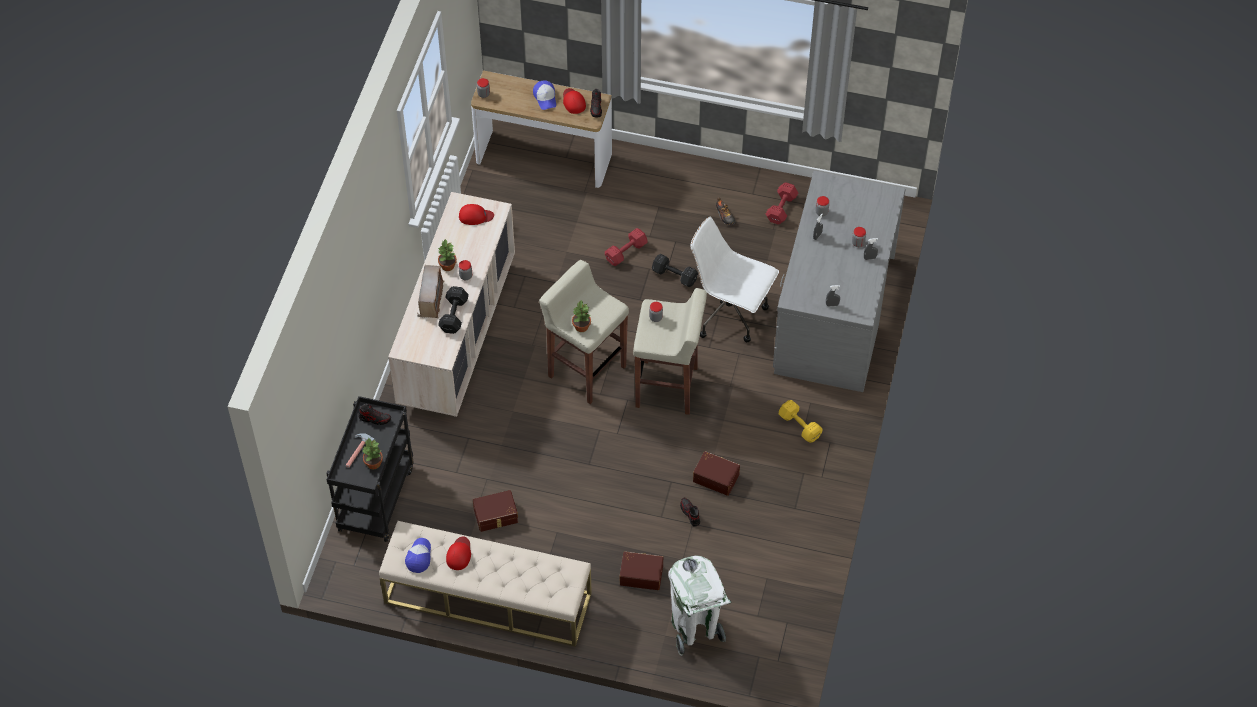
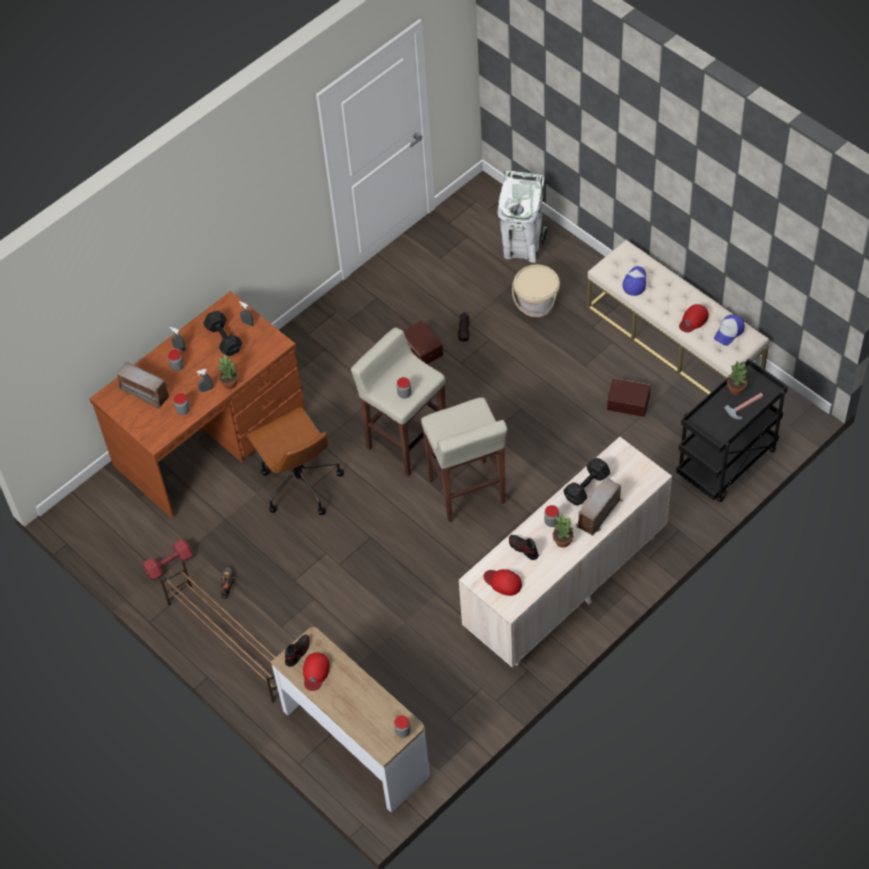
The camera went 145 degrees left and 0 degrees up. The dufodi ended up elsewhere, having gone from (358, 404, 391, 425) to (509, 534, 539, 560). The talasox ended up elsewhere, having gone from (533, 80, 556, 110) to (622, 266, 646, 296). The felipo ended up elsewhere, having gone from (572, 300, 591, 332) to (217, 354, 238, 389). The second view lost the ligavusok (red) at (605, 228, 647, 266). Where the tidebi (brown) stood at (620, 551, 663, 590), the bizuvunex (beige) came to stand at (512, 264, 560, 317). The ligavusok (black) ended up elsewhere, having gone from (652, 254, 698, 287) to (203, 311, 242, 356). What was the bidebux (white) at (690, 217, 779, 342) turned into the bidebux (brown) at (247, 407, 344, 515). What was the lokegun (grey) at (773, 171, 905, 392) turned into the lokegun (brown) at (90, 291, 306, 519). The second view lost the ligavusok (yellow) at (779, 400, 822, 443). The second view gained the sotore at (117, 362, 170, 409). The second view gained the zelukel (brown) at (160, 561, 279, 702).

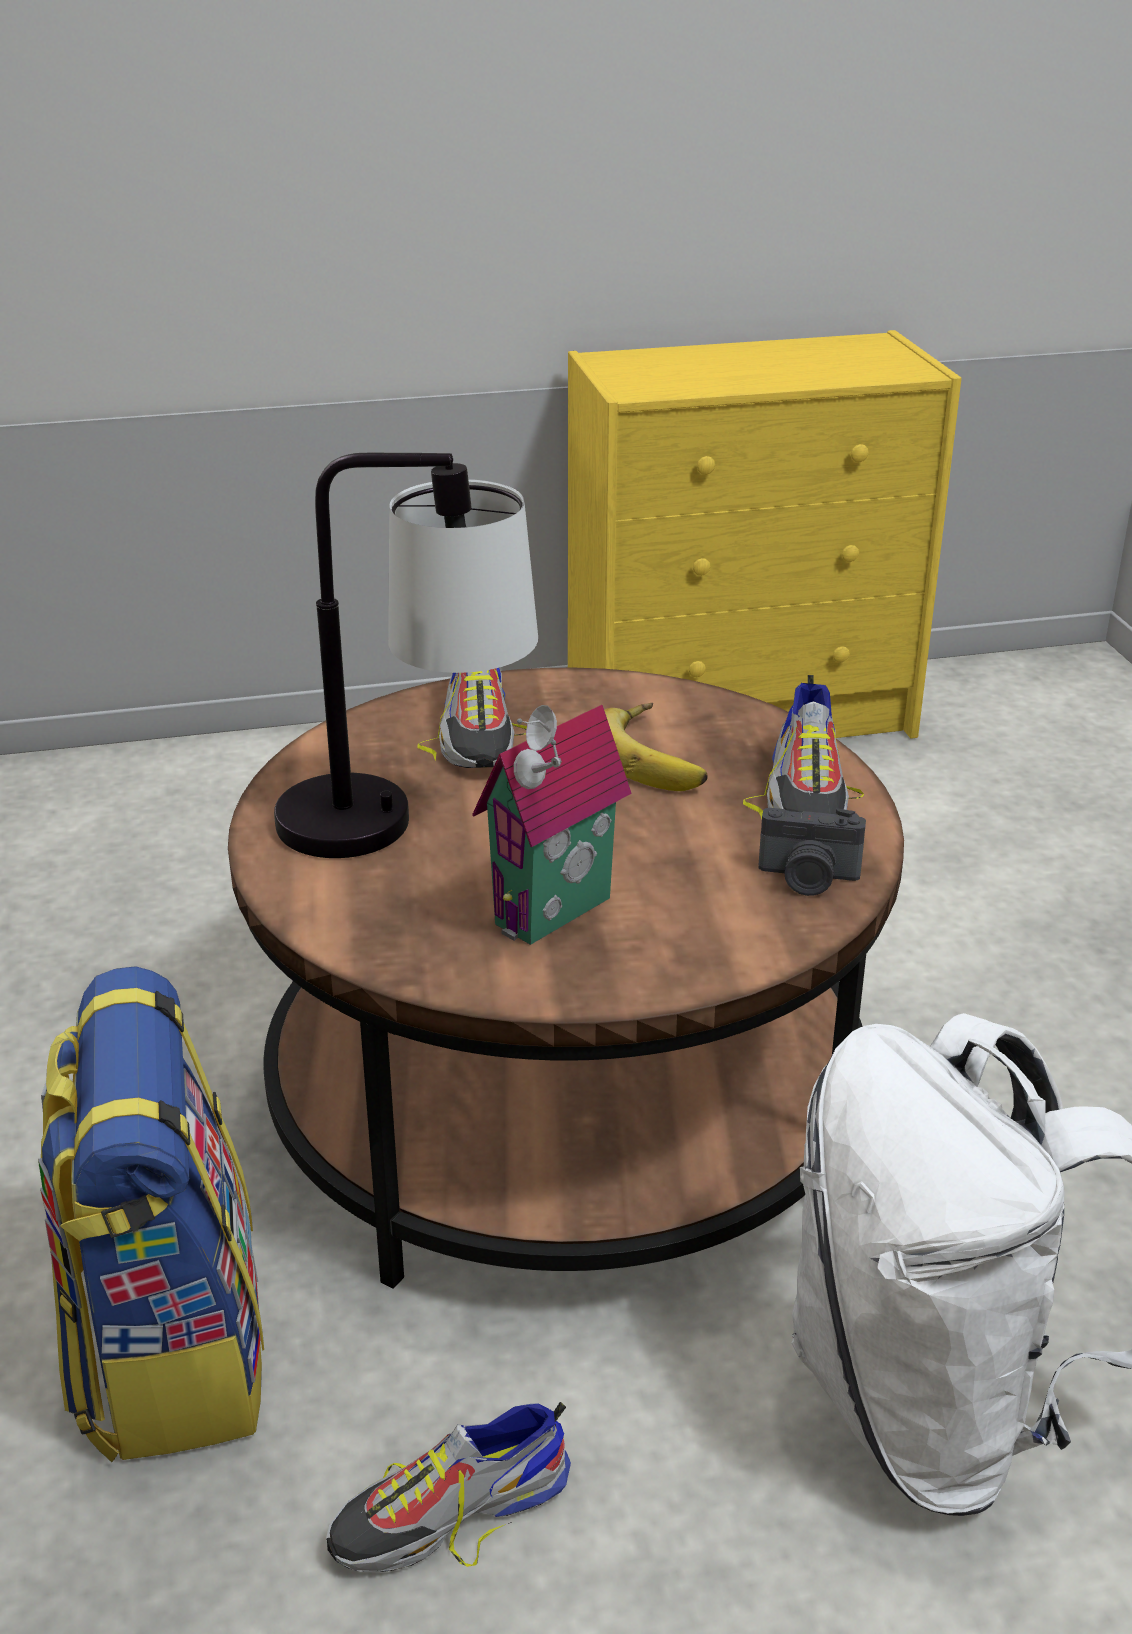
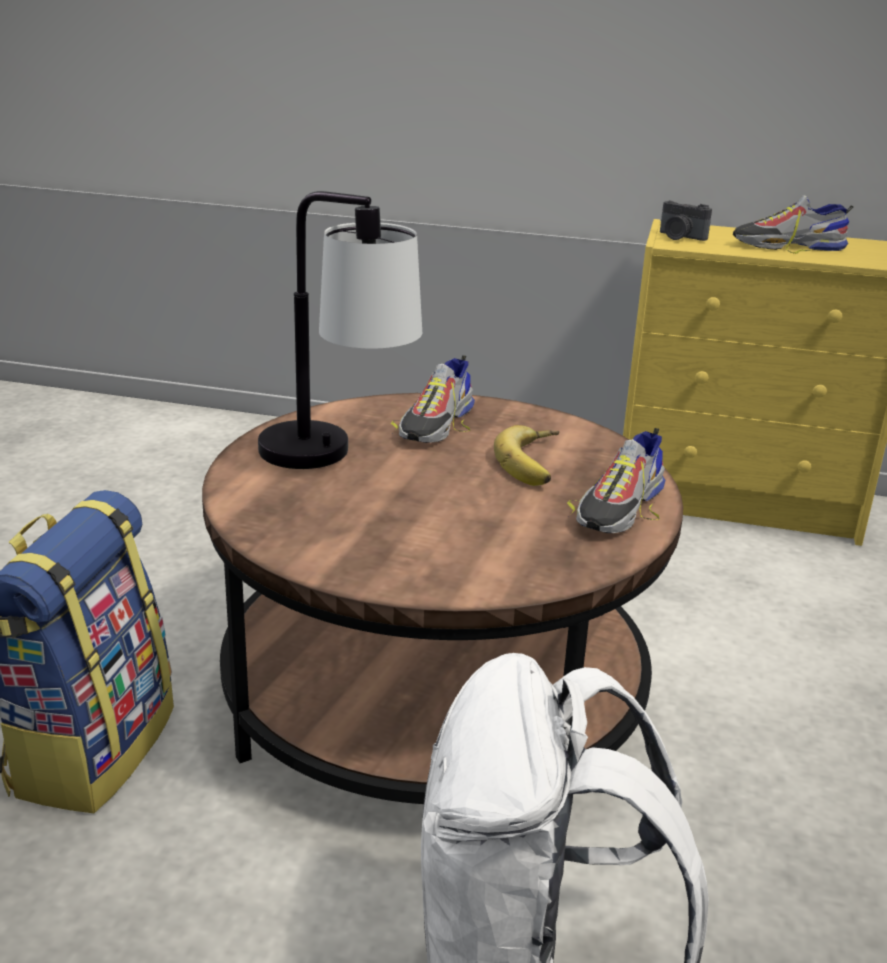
The camera went 25 degrees right and 5 degrees down. The dufodi ended up elsewhere, having gone from (326, 1402, 571, 1572) to (733, 196, 853, 254). The second view lost the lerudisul at (472, 705, 632, 945). The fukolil ended up elsewhere, having gone from (759, 808, 866, 896) to (660, 201, 712, 241).

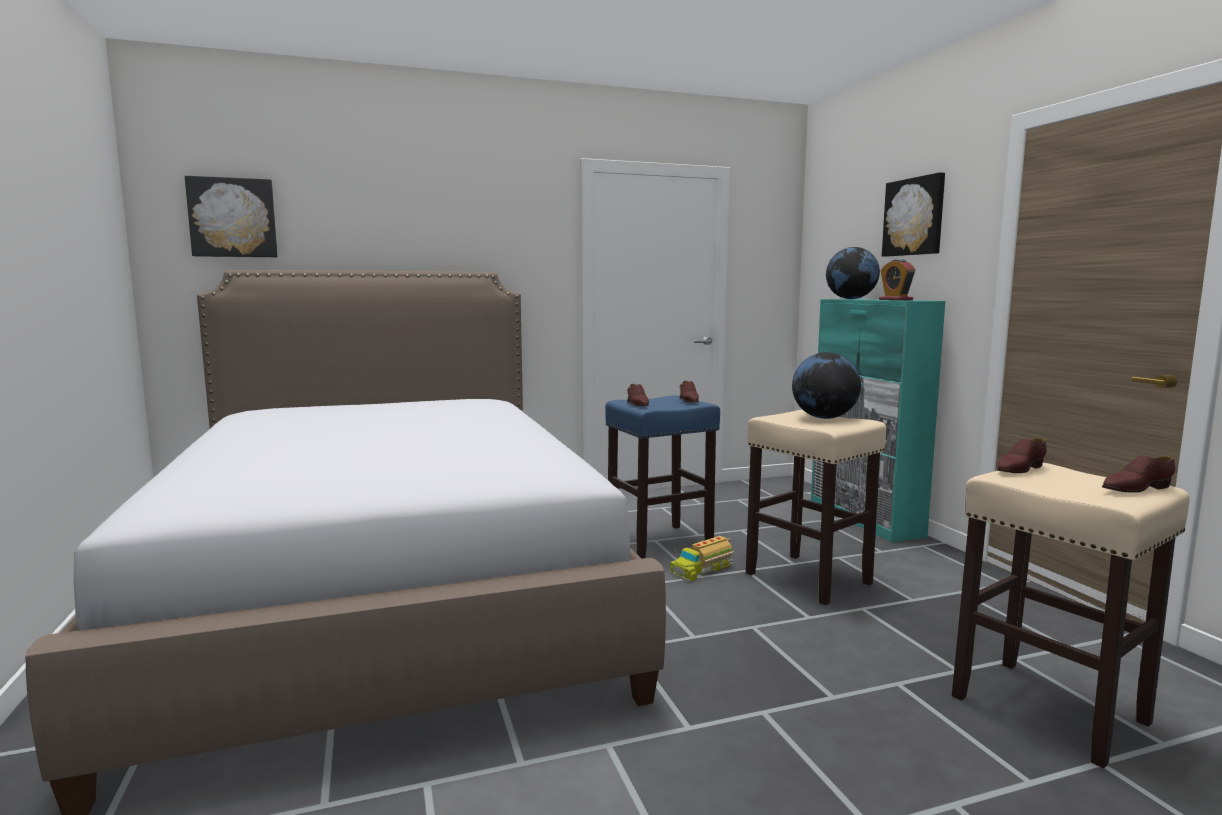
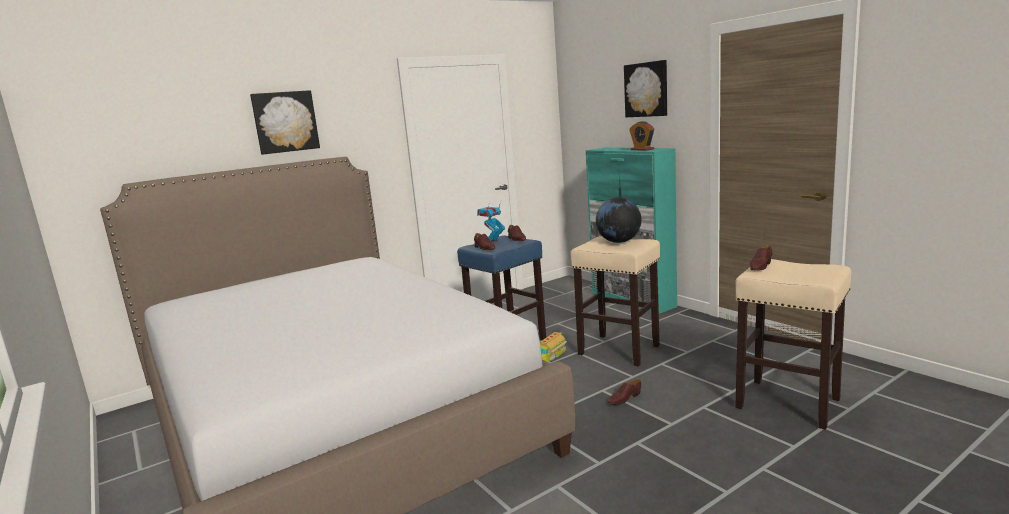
The camera went 15 degrees left and 5 degrees up. The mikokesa ended up elsewhere, having gone from (185, 176, 278, 257) to (250, 90, 320, 154). The second view lost the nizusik at (826, 247, 880, 299). The dufodi (brown) ended up elsewhere, having gone from (1102, 455, 1175, 493) to (608, 379, 641, 405). The second view gained the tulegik at (477, 202, 505, 244).

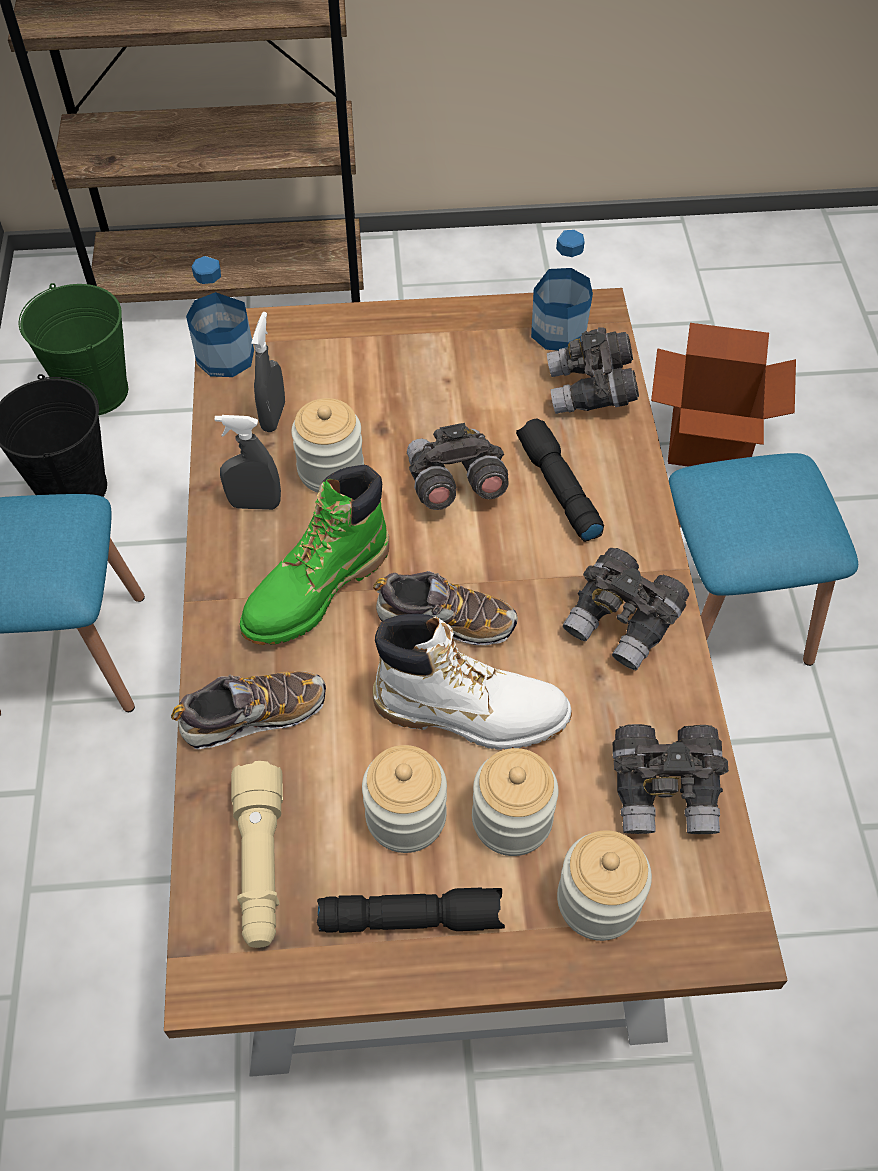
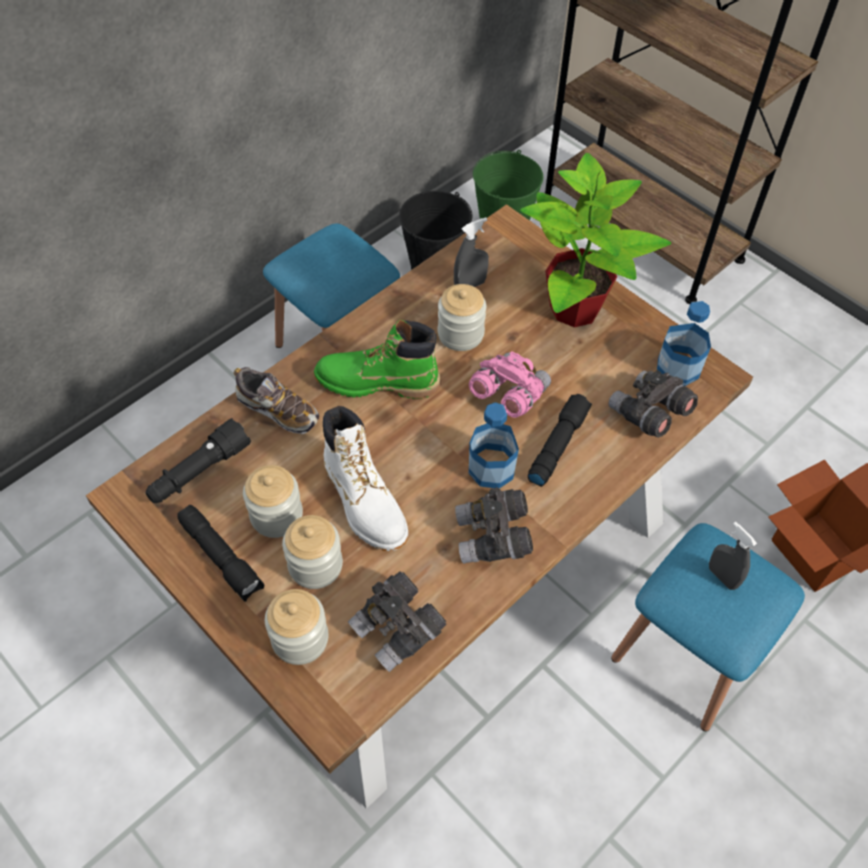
The camera went 50 degrees right and 0 degrees up. The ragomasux ended up elsewhere, having gone from (186, 256, 254, 377) to (469, 402, 519, 488). The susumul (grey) ended up elsewhere, having gone from (215, 415, 281, 510) to (709, 521, 757, 590). What was the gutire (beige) at (231, 761, 283, 948) turned into the gutire (black) at (145, 418, 251, 503). The second view lost the dufodi at (373, 571, 518, 645). What was the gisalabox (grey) at (407, 423, 509, 510) turned into the gisalabox (pink) at (469, 351, 551, 418). The second view gained the felipo at (520, 153, 671, 327).

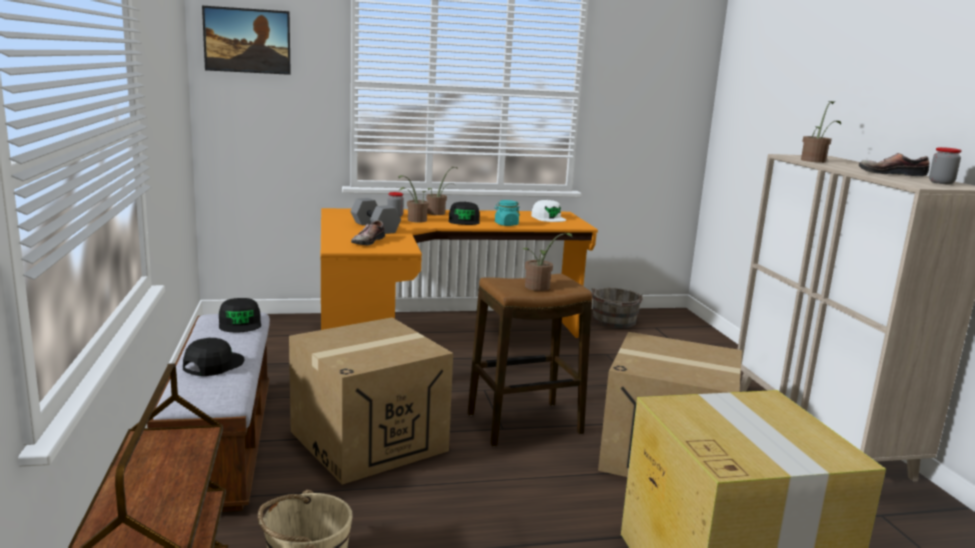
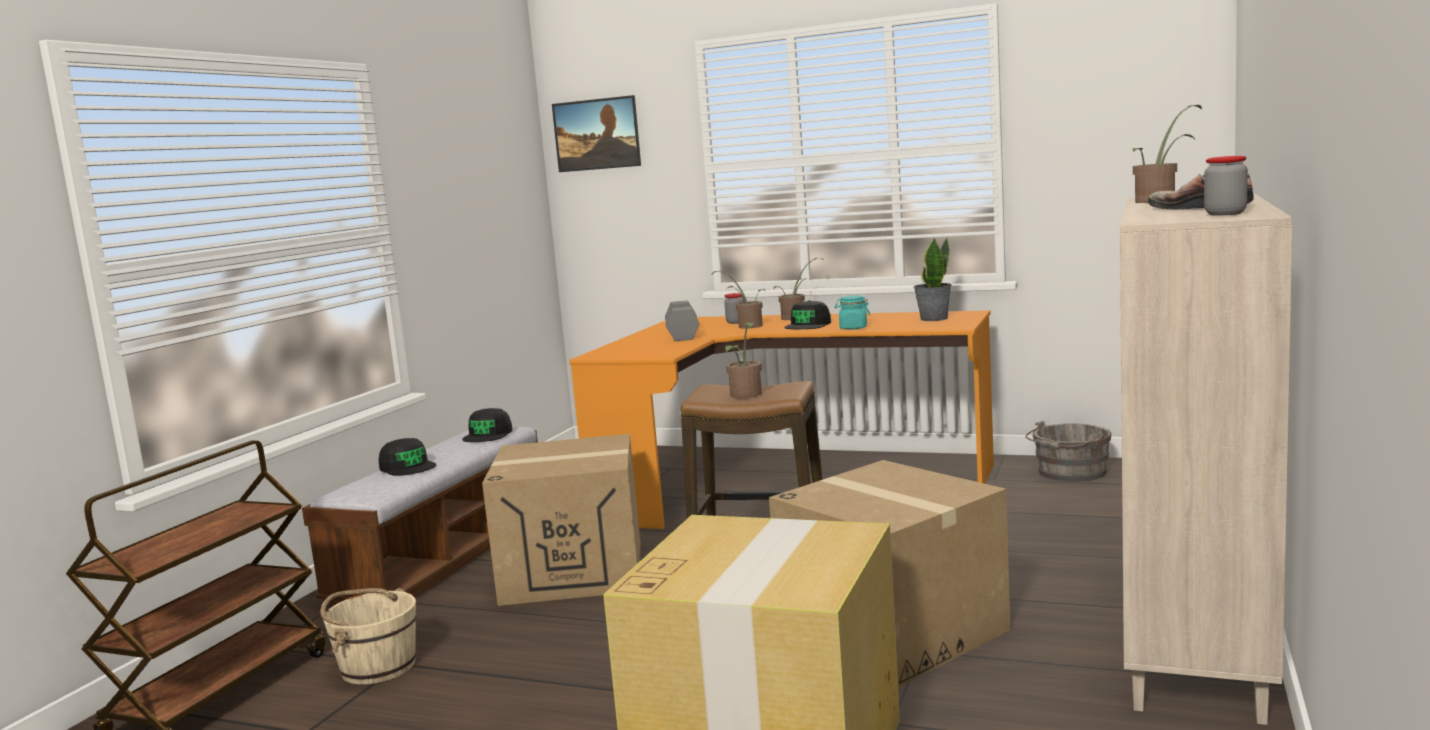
The camera went 35 degrees right and 5 degrees down. The talasox (black) at (183, 338, 244, 376) ended up facing another way, 75 degrees clockwise from before. The second view lost the dufodi at (351, 221, 385, 245). Where the talasox (white) stood at (531, 200, 566, 222), the felipo came to stand at (914, 238, 952, 321).

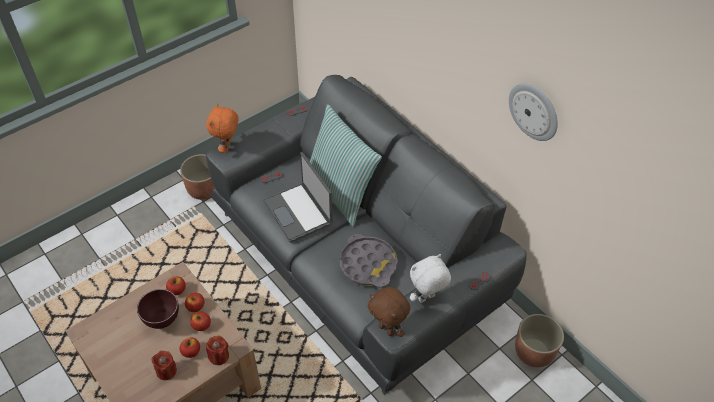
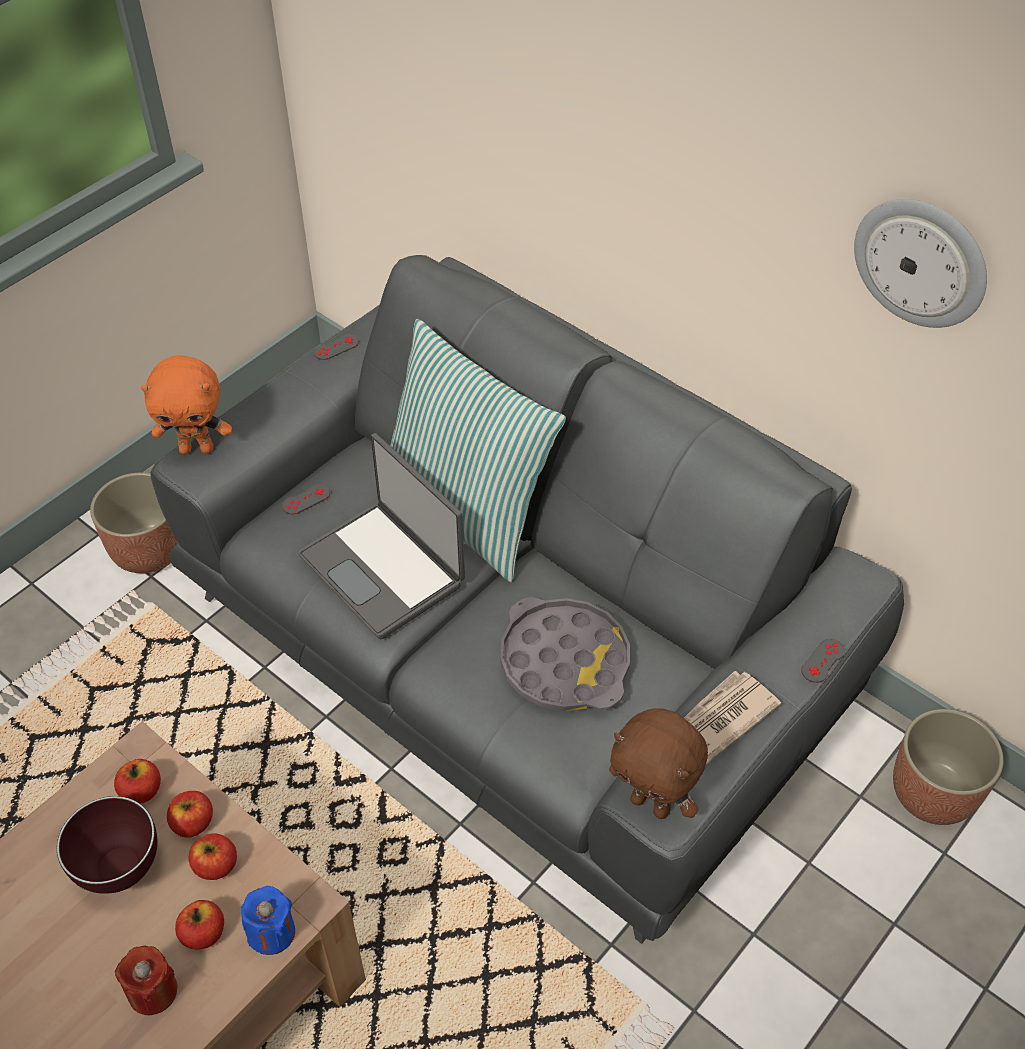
The camera went 10 degrees left and 0 degrees up. The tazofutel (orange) at (206, 103, 239, 153) ended up facing another way, 90 degrees counterclockwise from before. What was the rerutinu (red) at (206, 336, 229, 365) turned into the rerutinu (blue) at (241, 886, 295, 955). Where the tazofutel (white) stood at (410, 254, 451, 303), the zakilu came to stand at (684, 671, 781, 764).

